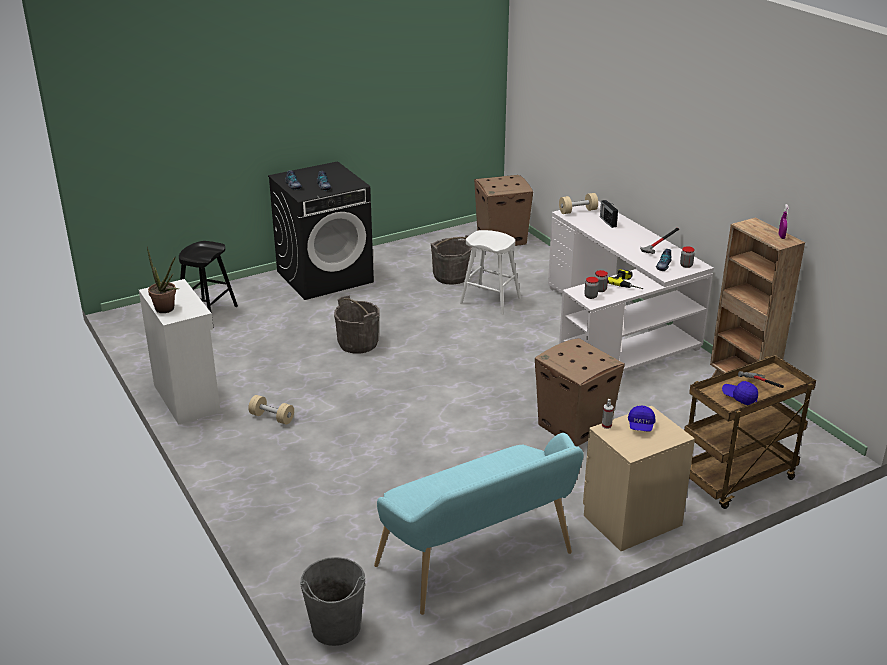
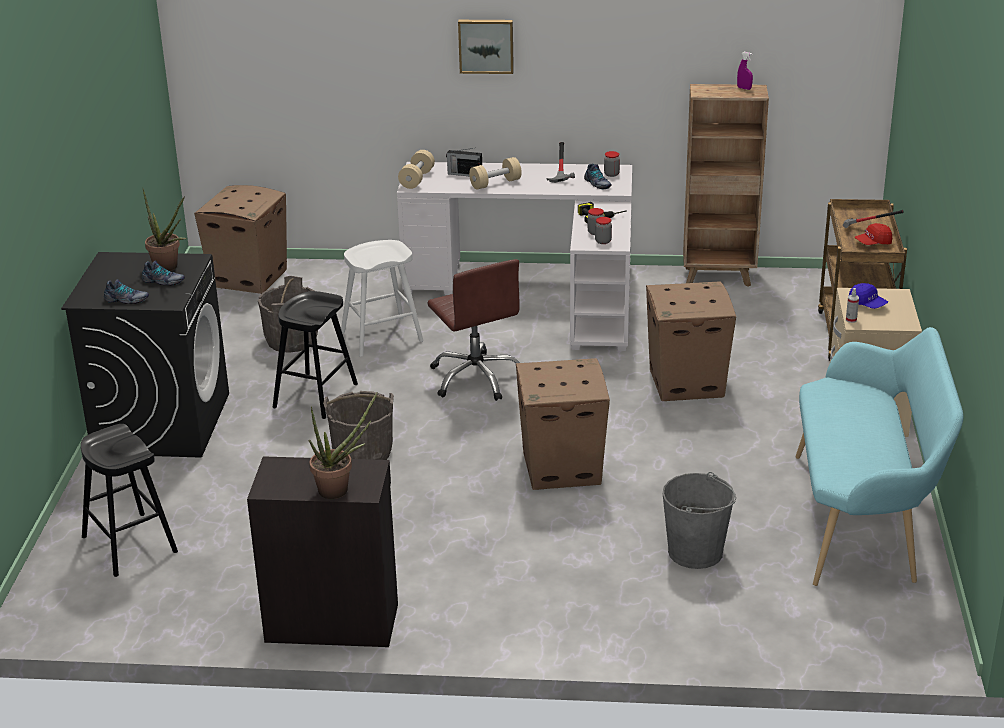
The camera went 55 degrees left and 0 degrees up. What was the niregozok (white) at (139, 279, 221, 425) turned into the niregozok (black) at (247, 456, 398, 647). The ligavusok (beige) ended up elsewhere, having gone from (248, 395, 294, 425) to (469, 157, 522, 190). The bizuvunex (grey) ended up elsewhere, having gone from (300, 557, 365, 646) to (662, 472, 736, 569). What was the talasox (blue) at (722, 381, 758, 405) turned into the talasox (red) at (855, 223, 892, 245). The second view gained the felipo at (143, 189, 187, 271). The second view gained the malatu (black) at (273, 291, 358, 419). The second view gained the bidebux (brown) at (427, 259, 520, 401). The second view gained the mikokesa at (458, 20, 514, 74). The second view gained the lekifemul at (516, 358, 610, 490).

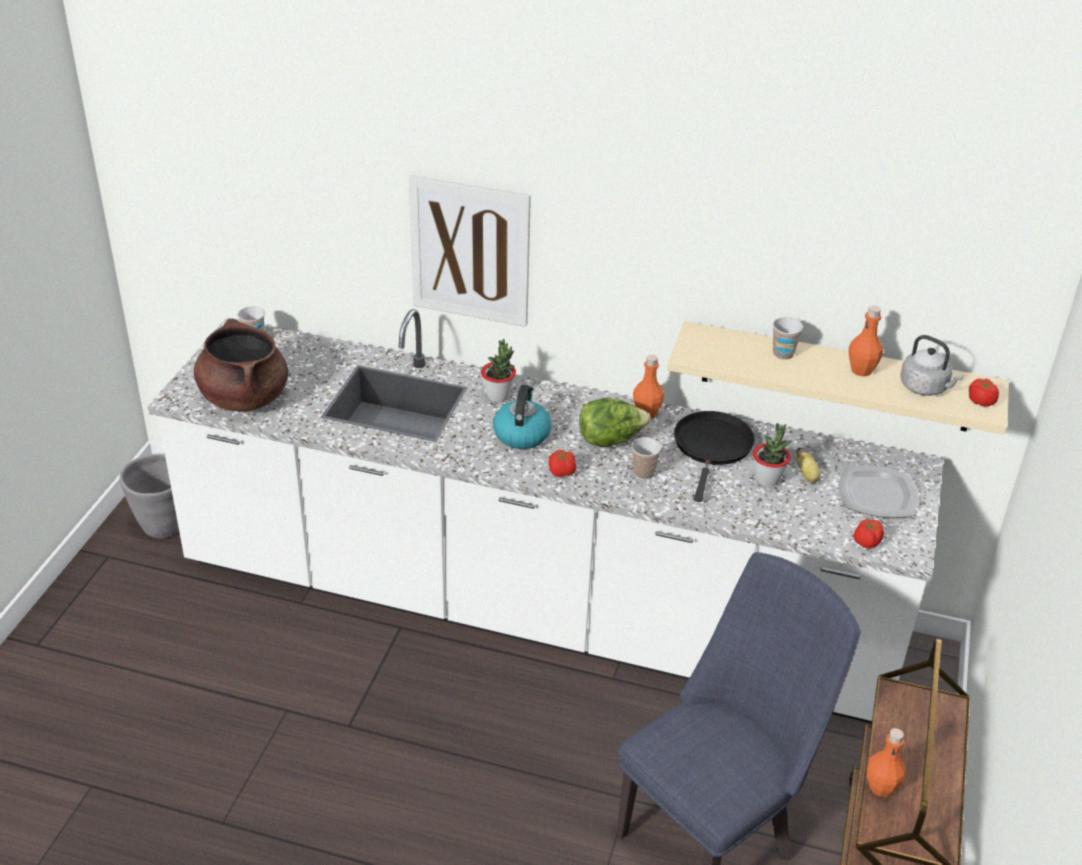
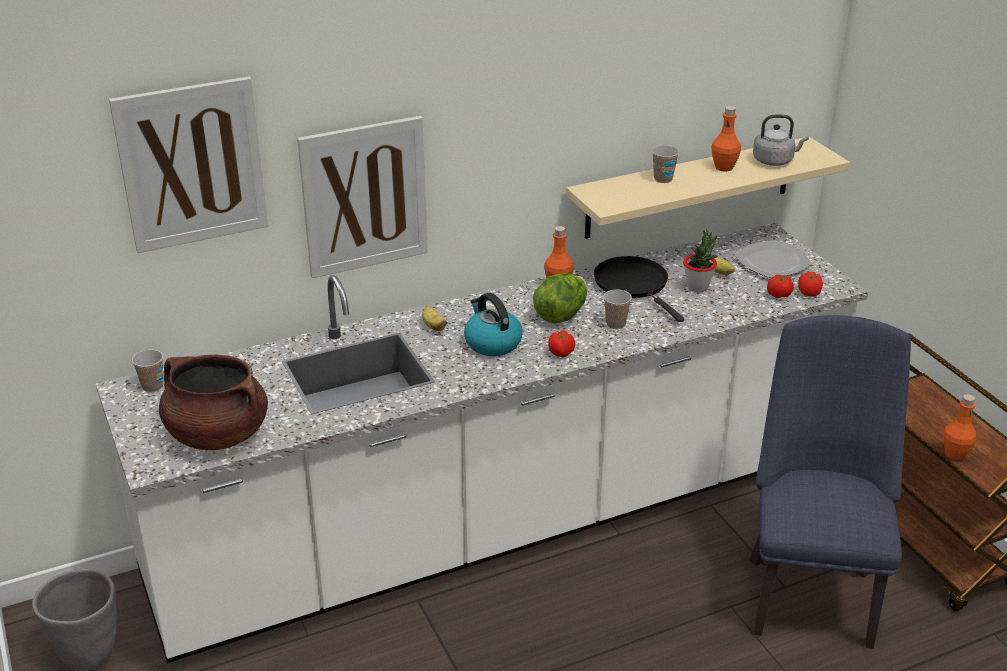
The camera went 40 degrees left and 5 degrees down. Where the felipo stood at (481, 339, 516, 402), the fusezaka came to stand at (422, 304, 447, 331). The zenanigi ended up elsewhere, having gone from (969, 379, 999, 407) to (767, 275, 794, 298). The second view gained the mikokesa at (109, 76, 268, 253).

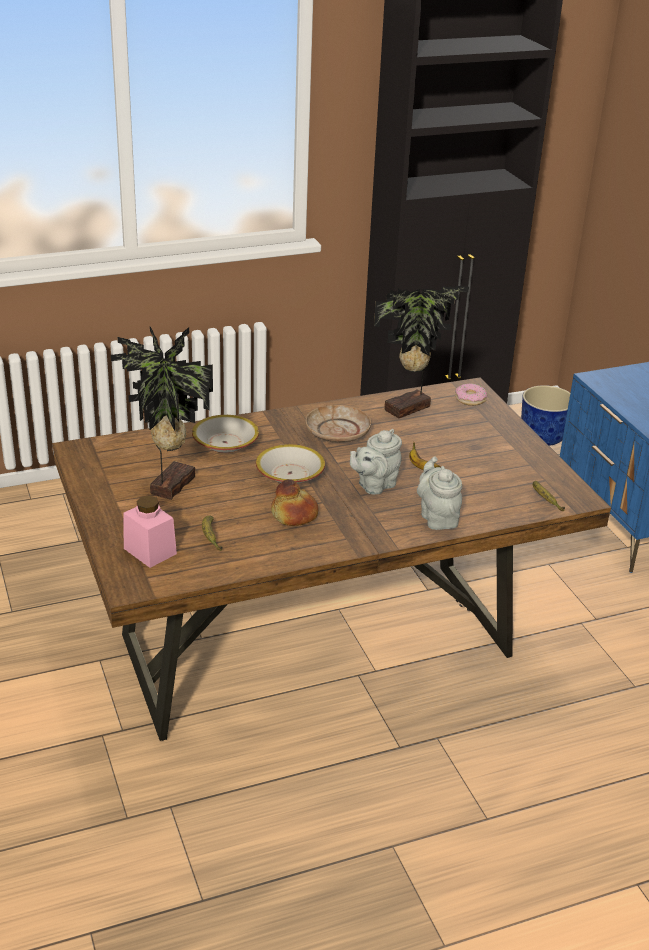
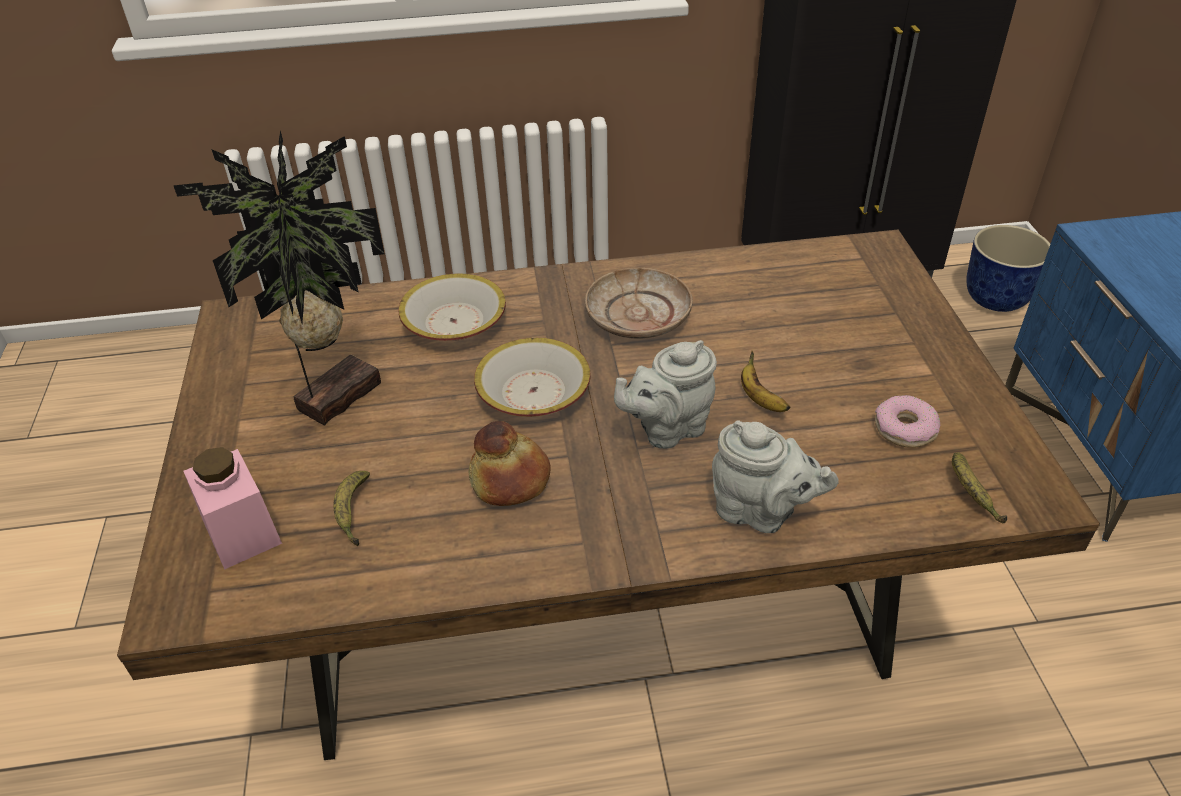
The camera went 15 degrees right and 10 degrees up. The second view lost the felipo at (374, 286, 469, 419). The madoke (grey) at (417, 456, 462, 530) ended up facing another way, 120 degrees clockwise from before. The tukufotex ended up elsewhere, having gone from (455, 383, 487, 406) to (875, 395, 940, 448).

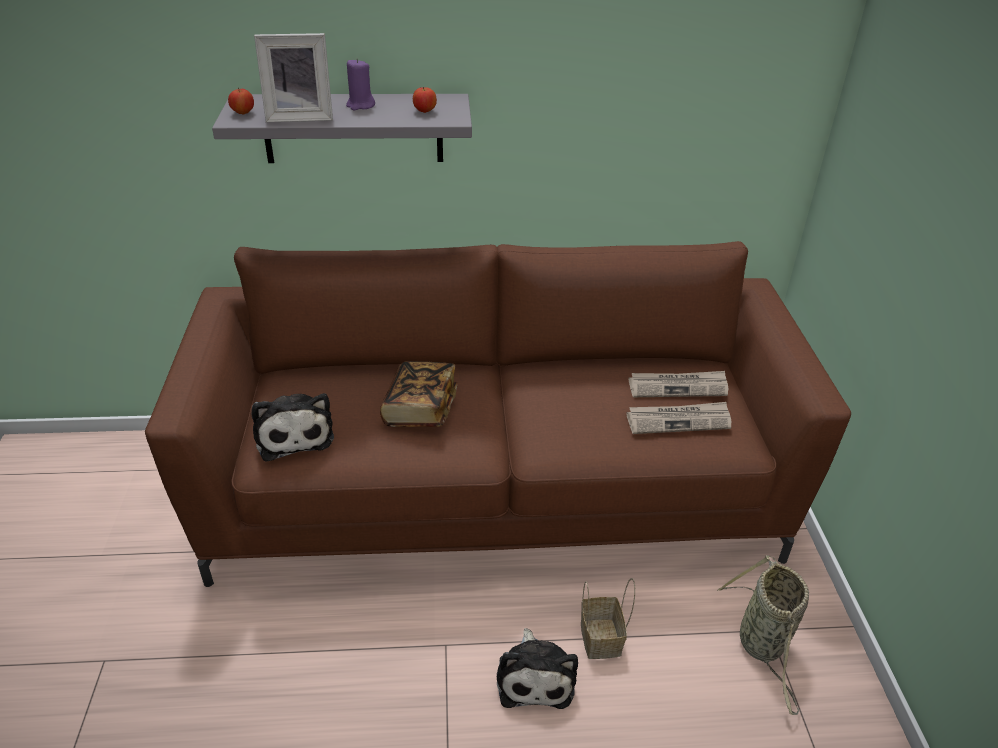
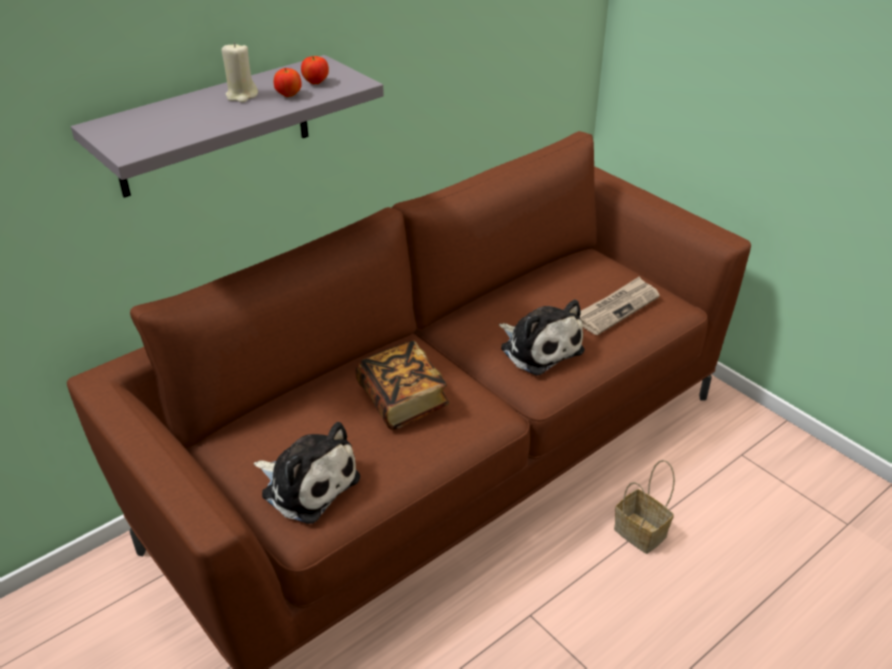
The camera went 35 degrees left and 0 degrees up. The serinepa ended up elsewhere, having gone from (228, 88, 254, 114) to (274, 68, 302, 97). The second view lost the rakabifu at (254, 33, 333, 123). What was the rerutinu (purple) at (346, 58, 375, 110) turned into the rerutinu (beige) at (222, 42, 258, 103). The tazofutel ended up elsewhere, having gone from (497, 628, 578, 709) to (499, 300, 585, 376). The second view lost the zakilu at (629, 371, 729, 397). The second view lost the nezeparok at (717, 555, 809, 715).

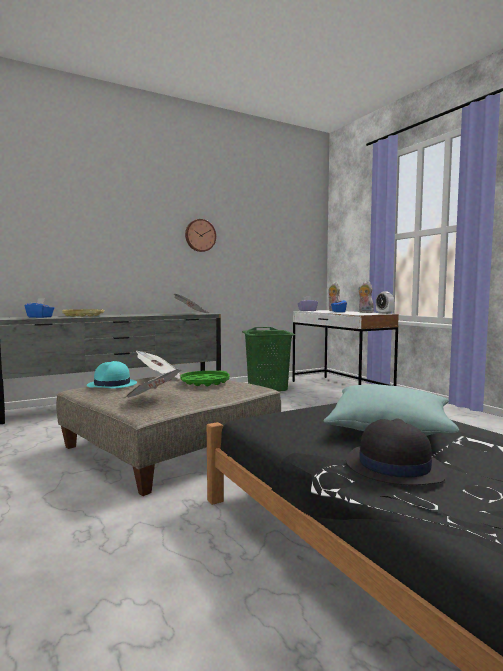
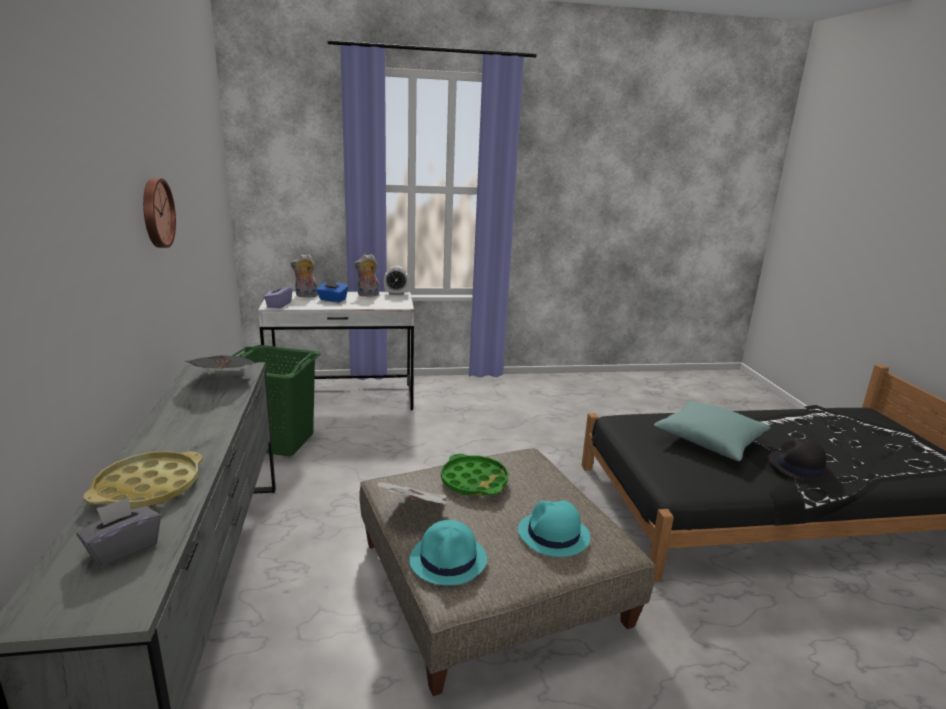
The camera went 70 degrees left and 15 degrees up. What was the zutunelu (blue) at (25, 298, 54, 318) turned into the zutunelu (grey) at (76, 497, 161, 568). Where the zakilu stood at (124, 369, 181, 398), the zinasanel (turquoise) came to stand at (518, 501, 590, 557).

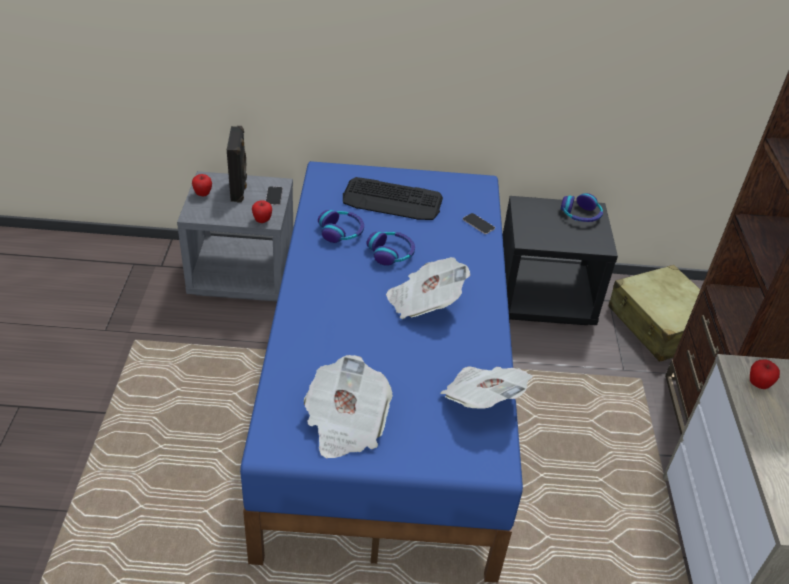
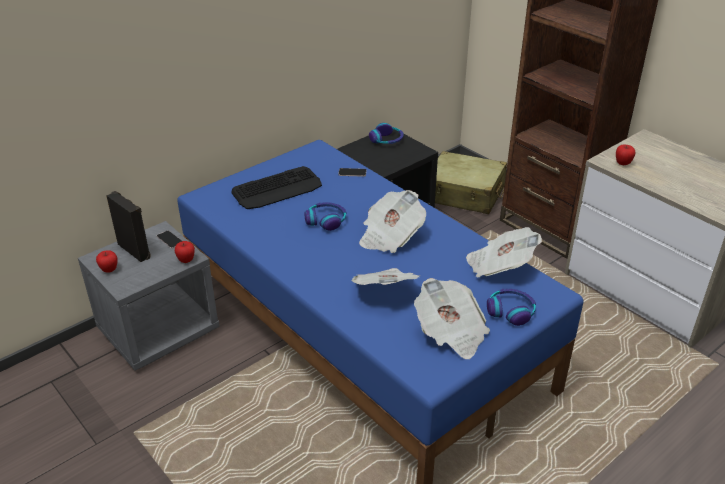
The camera went 40 degrees left and 5 degrees down. The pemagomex ended up elsewhere, having gone from (318, 210, 364, 243) to (487, 289, 536, 326). The second view gained the zakilu at (352, 268, 420, 285).

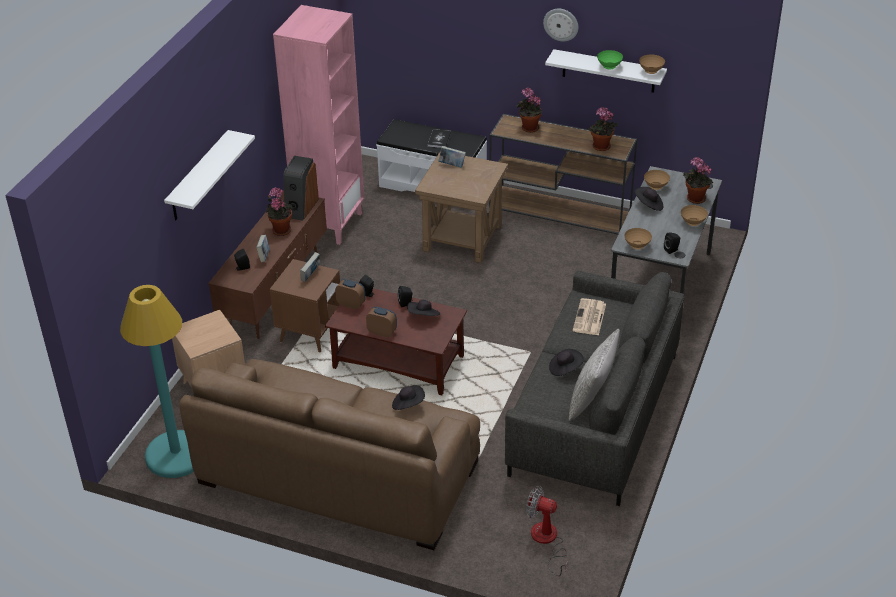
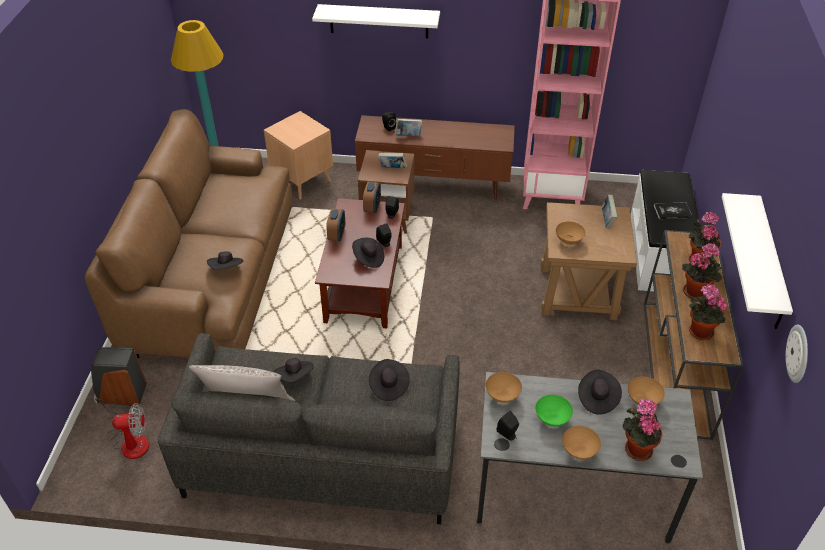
The camera went 75 degrees right and 5 degrees up. The felipo ended up elsewhere, having gone from (265, 187, 292, 236) to (682, 243, 722, 299). The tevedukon ended up elsewhere, having gone from (283, 156, 319, 221) to (91, 347, 147, 406). The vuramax at (526, 486, 568, 576) ended up facing another way, 75 degrees clockwise from before. The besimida ended up elsewhere, having gone from (543, 9, 578, 42) to (786, 324, 808, 383). Where the zakilu stood at (573, 298, 606, 336), the zinasanel (black) came to stand at (369, 359, 410, 401). The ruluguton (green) ended up elsewhere, having gone from (597, 50, 623, 70) to (535, 395, 573, 426). The ruluguton (brown) ended up elsewhere, having gone from (639, 55, 665, 74) to (556, 221, 585, 245).

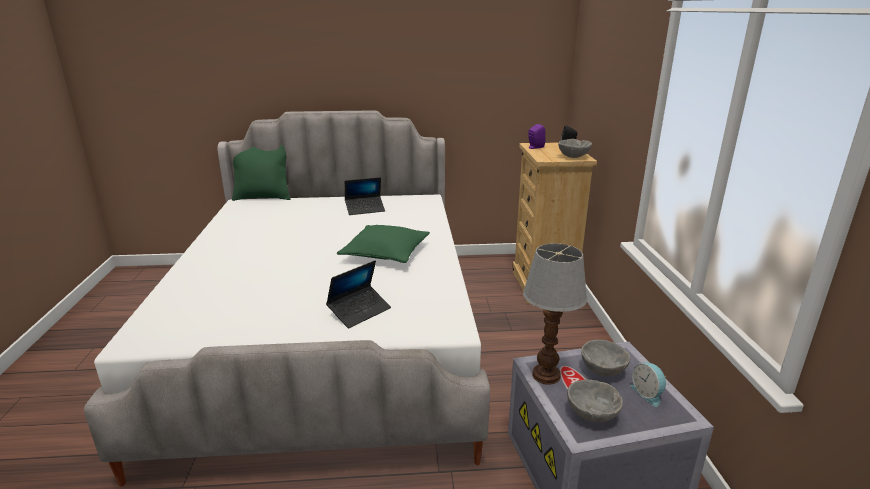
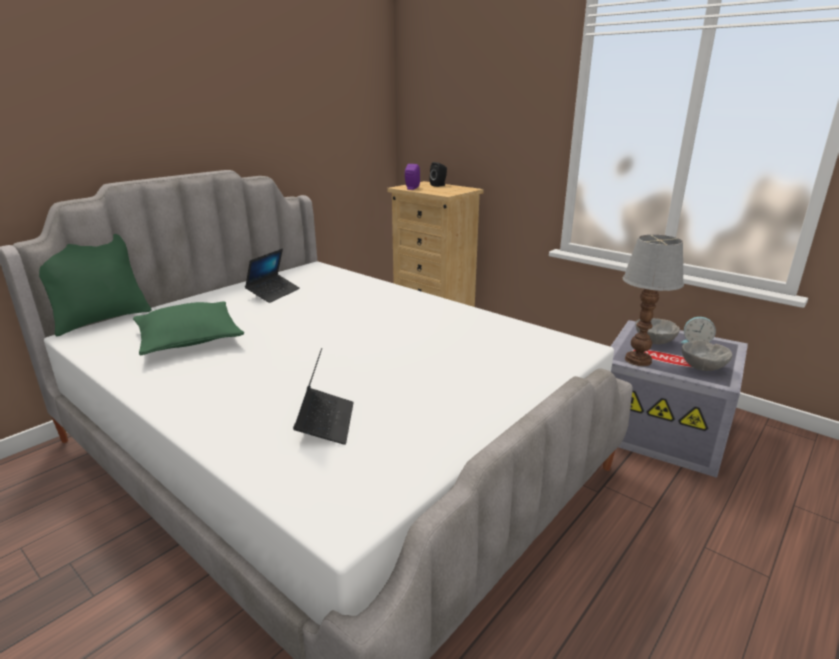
The camera went 45 degrees left and 0 degrees up. The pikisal ended up elsewhere, having gone from (326, 260, 391, 328) to (293, 348, 354, 445). The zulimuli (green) ended up elsewhere, having gone from (337, 225, 430, 263) to (133, 301, 244, 355). The second view lost the ruluguton (grey) at (558, 139, 592, 158).

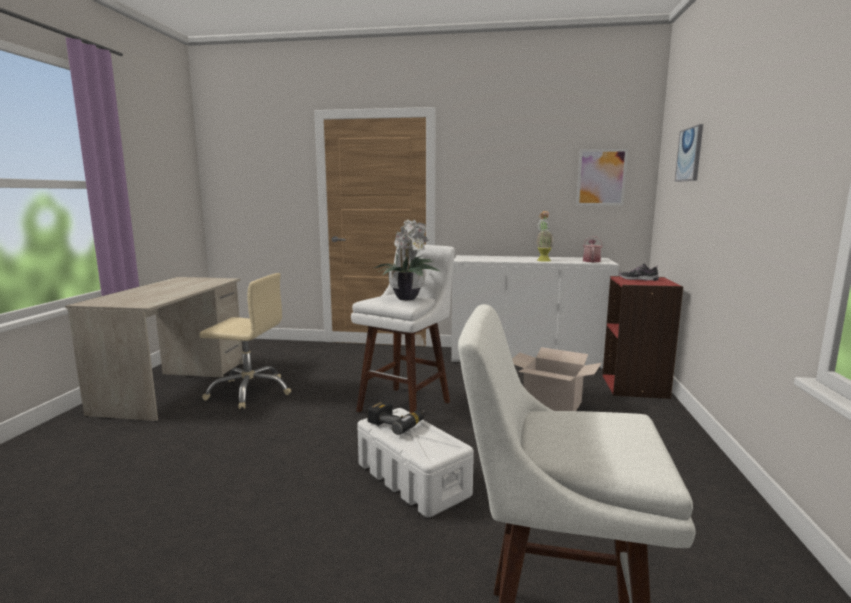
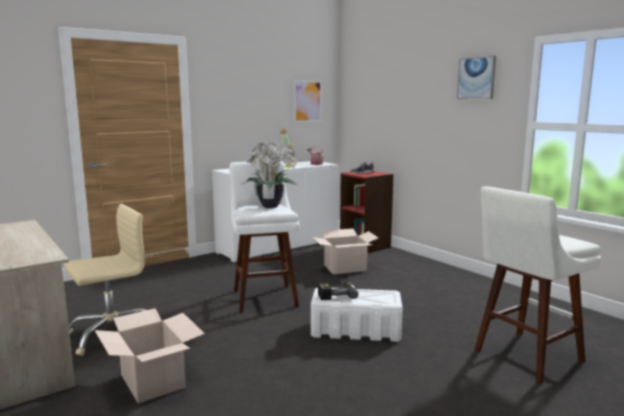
The camera went 45 degrees left and 0 degrees up. The mikokesa ended up elsewhere, having gone from (675, 124, 703, 182) to (457, 56, 496, 99). The second view gained the lekifemul at (94, 308, 205, 403).

